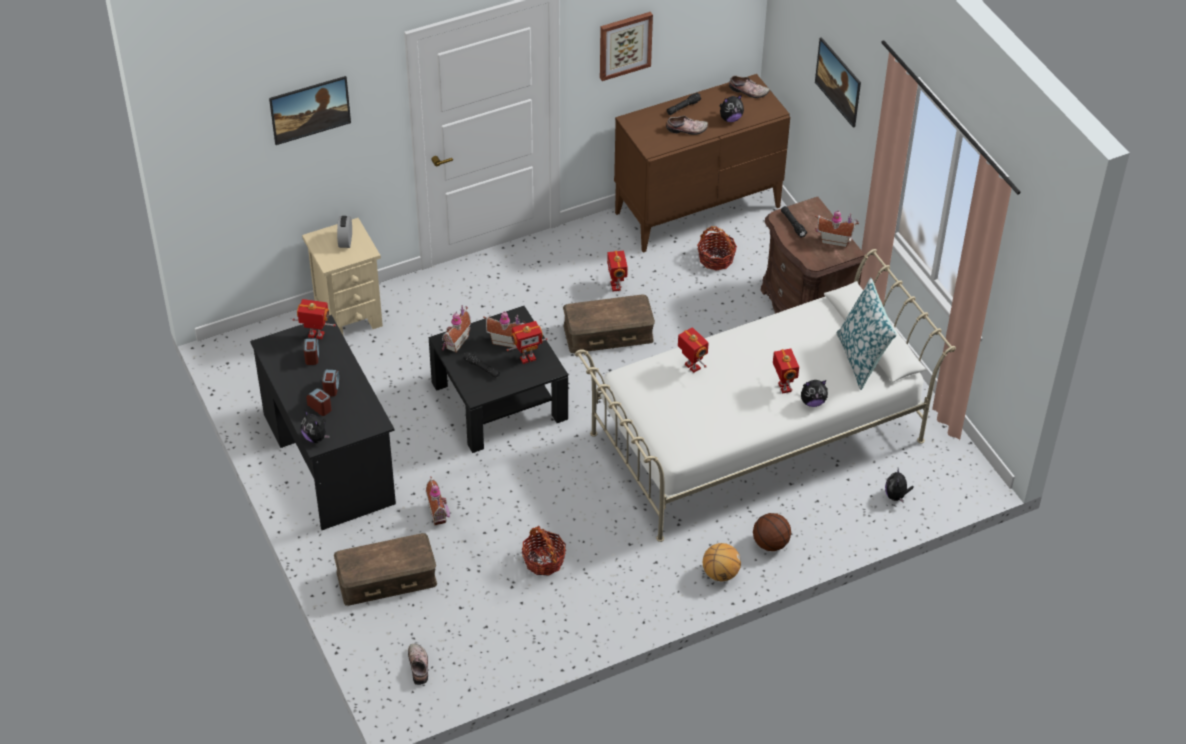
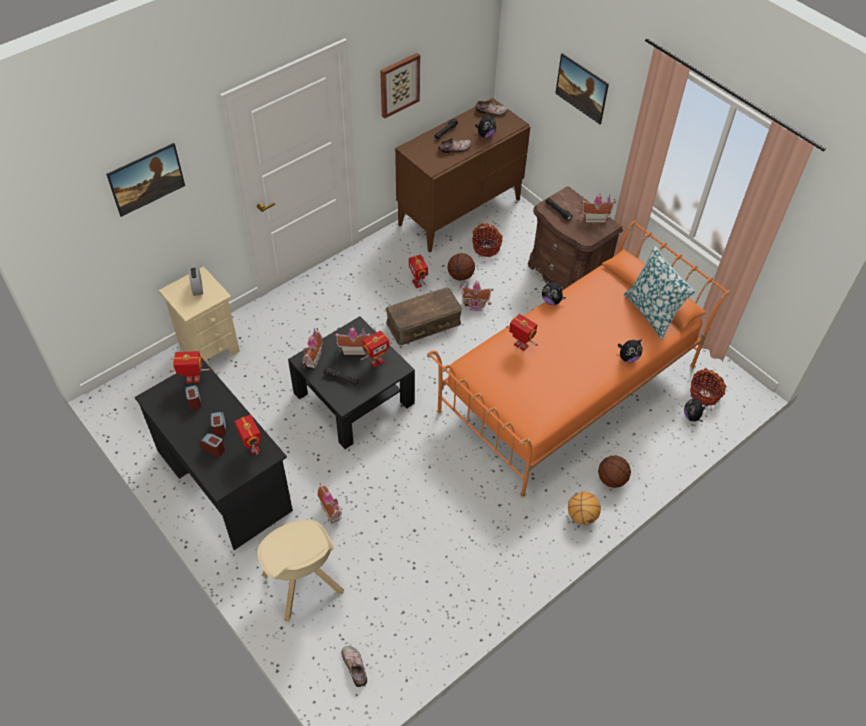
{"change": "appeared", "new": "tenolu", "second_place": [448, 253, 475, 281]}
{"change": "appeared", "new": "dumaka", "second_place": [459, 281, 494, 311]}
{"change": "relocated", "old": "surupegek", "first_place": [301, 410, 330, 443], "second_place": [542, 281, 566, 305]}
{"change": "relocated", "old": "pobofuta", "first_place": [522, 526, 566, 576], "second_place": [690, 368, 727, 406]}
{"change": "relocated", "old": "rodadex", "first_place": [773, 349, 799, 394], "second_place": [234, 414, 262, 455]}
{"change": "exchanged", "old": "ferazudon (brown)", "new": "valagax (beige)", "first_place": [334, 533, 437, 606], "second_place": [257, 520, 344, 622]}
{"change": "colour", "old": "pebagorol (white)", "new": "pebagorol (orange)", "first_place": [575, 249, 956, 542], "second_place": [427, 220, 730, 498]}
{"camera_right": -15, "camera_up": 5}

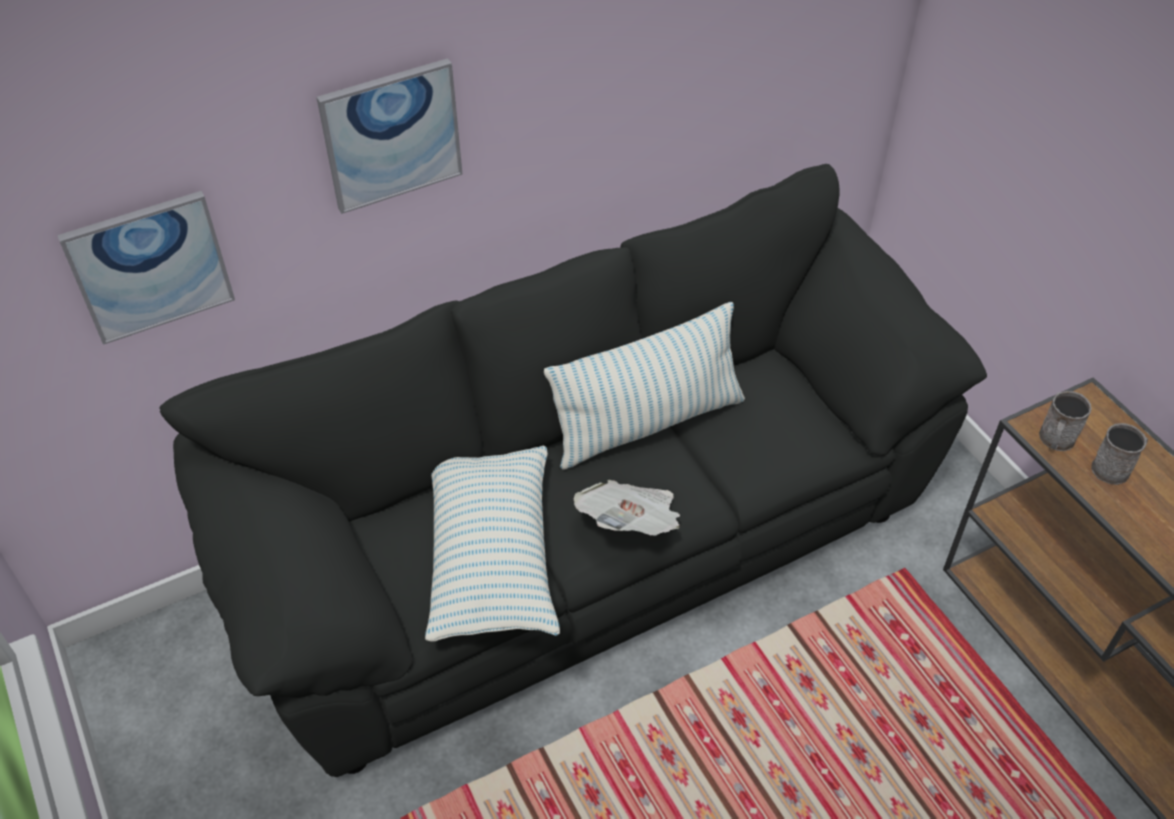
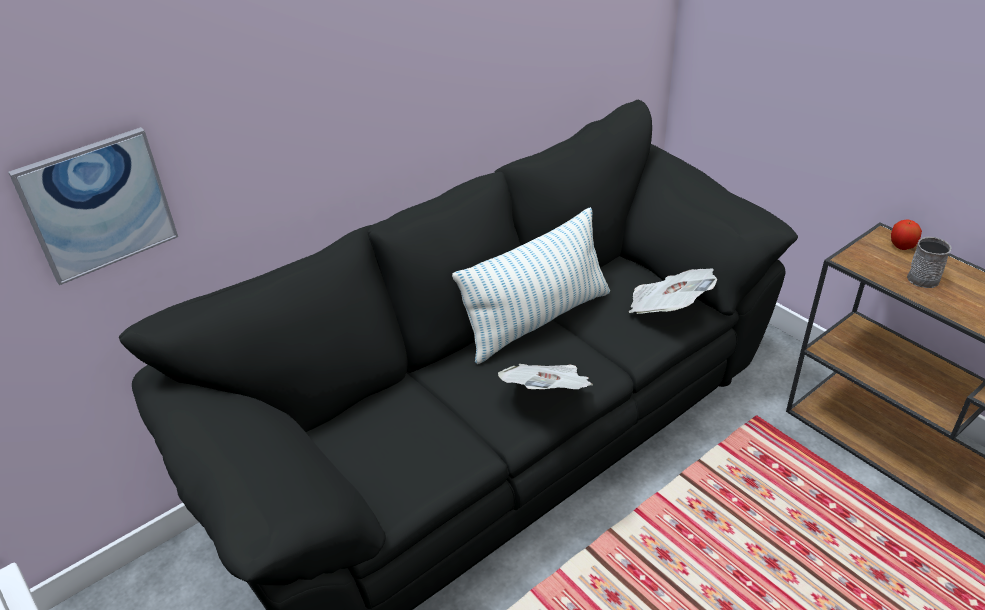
{"change": "missing", "old": "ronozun", "first_place": [316, 58, 462, 214]}
{"change": "missing", "old": "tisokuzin", "first_place": [425, 446, 560, 641]}
{"change": "missing", "old": "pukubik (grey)", "first_place": [1039, 391, 1092, 451]}
{"change": "appeared", "new": "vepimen", "second_place": [629, 268, 717, 314]}
{"change": "appeared", "new": "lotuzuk", "second_place": [891, 220, 922, 250]}
{"camera_right": -10, "camera_up": -10}

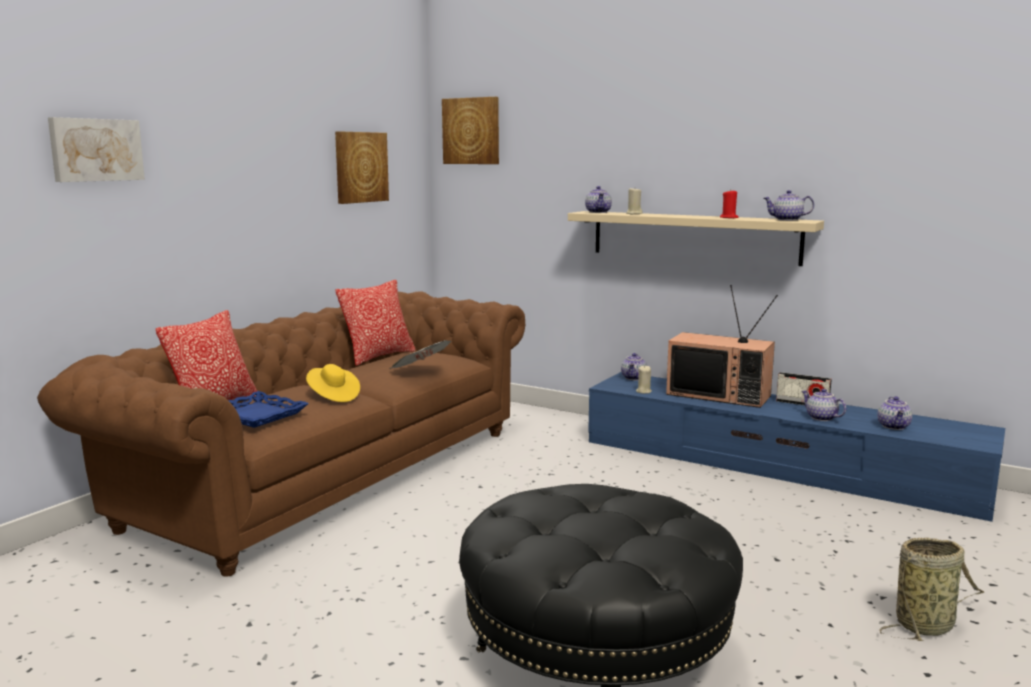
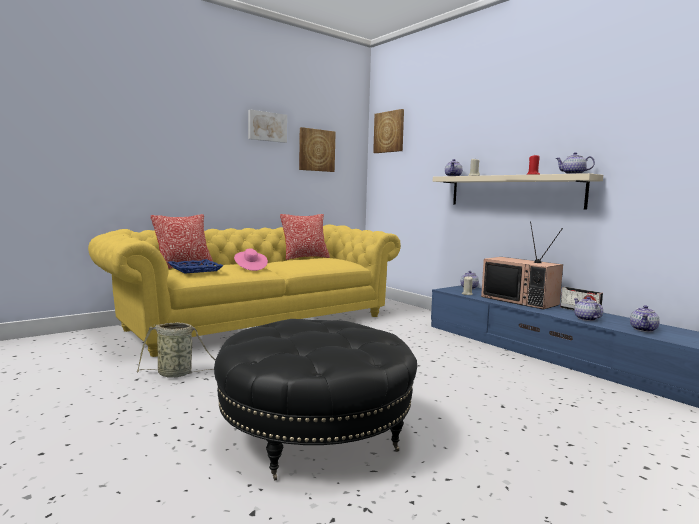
{"change": "missing", "old": "vepimen", "first_place": [389, 340, 452, 369]}
{"change": "relocated", "old": "ronozun", "first_place": [48, 117, 145, 182], "second_place": [248, 110, 287, 143]}
{"change": "relocated", "old": "pobofuta", "first_place": [879, 538, 985, 641], "second_place": [137, 322, 216, 377]}
{"change": "colour", "old": "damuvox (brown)", "new": "damuvox (yellow)", "first_place": [37, 292, 525, 577], "second_place": [88, 225, 401, 357]}
{"change": "colour", "old": "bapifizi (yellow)", "new": "bapifizi (pink)", "first_place": [306, 364, 360, 402], "second_place": [234, 249, 268, 271]}
{"camera_right": 20, "camera_up": -5}

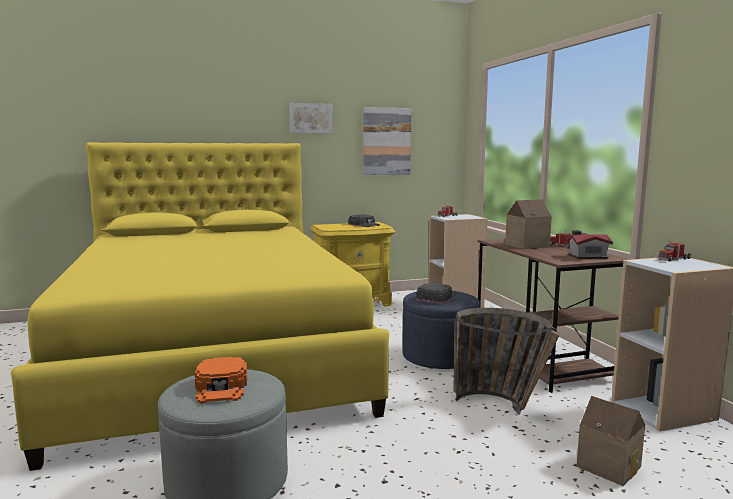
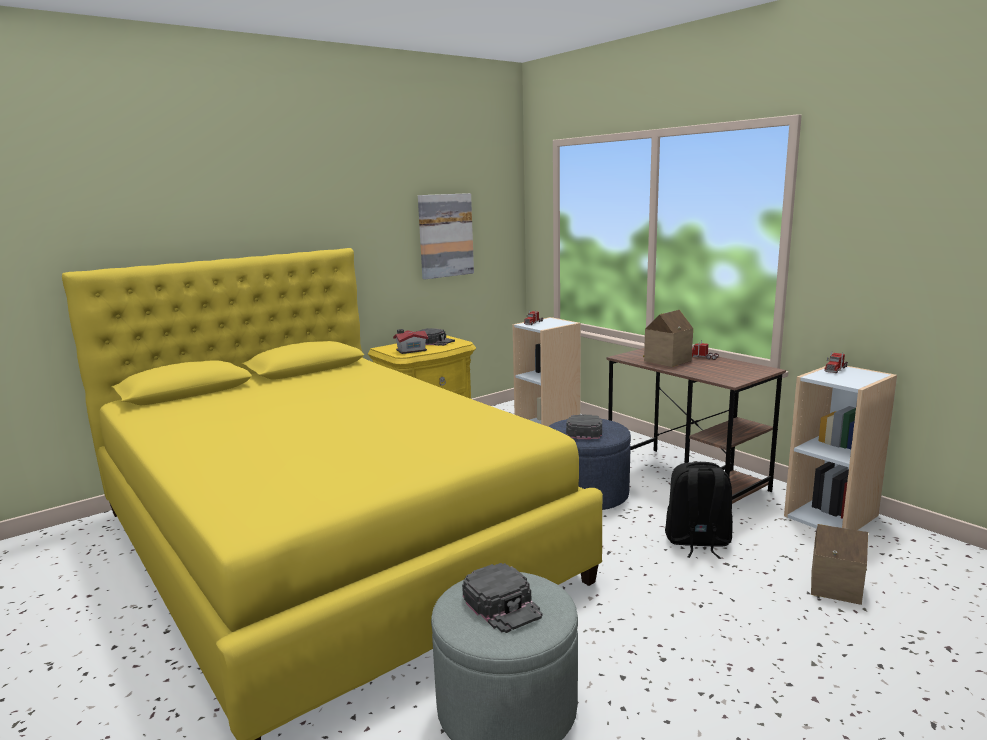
{"change": "missing", "old": "ronozun", "first_place": [289, 103, 333, 133]}
{"change": "relocated", "old": "dumaka", "first_place": [566, 230, 613, 259], "second_place": [393, 329, 428, 354]}
{"change": "exchanged", "old": "pobofuta", "new": "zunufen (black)", "first_place": [454, 308, 559, 415], "second_place": [665, 462, 733, 559]}
{"change": "colour", "old": "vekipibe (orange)", "new": "vekipibe (black)", "first_place": [195, 357, 247, 404], "second_place": [462, 563, 543, 633]}
{"camera_right": -20, "camera_up": 5}

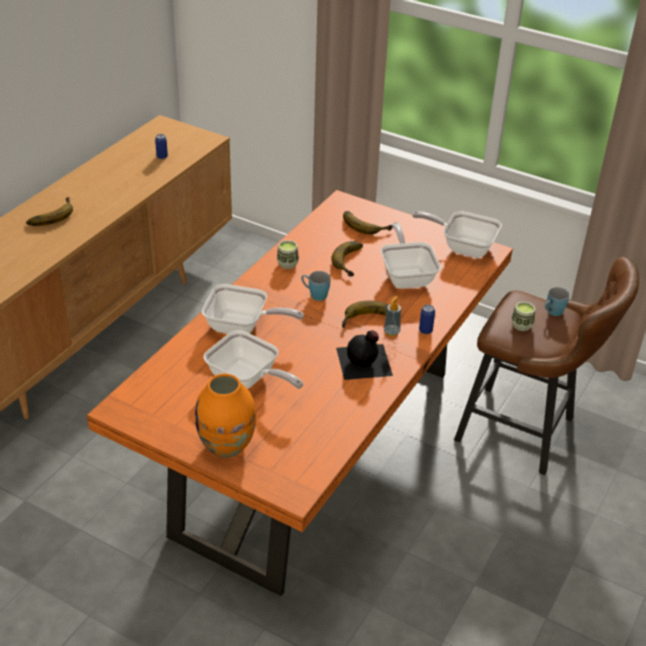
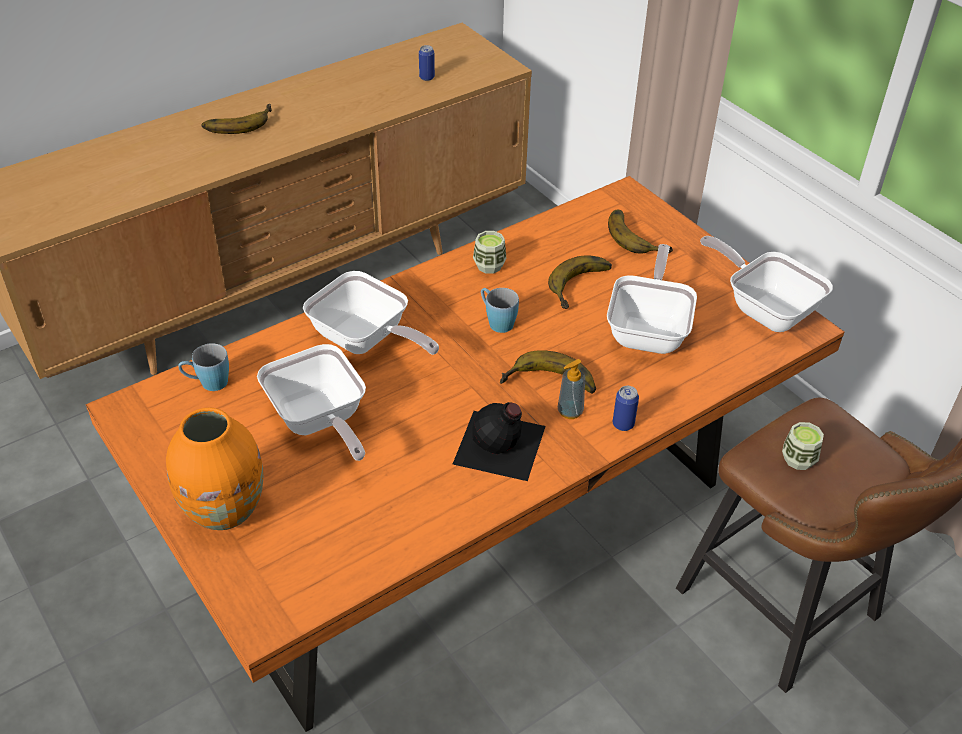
{"change": "relocated", "old": "pukubik (blue)", "first_place": [545, 287, 569, 316], "second_place": [178, 343, 229, 391]}
{"camera_right": 25, "camera_up": 5}

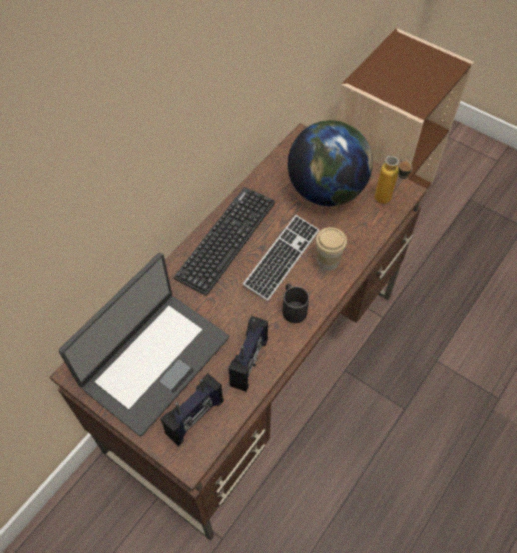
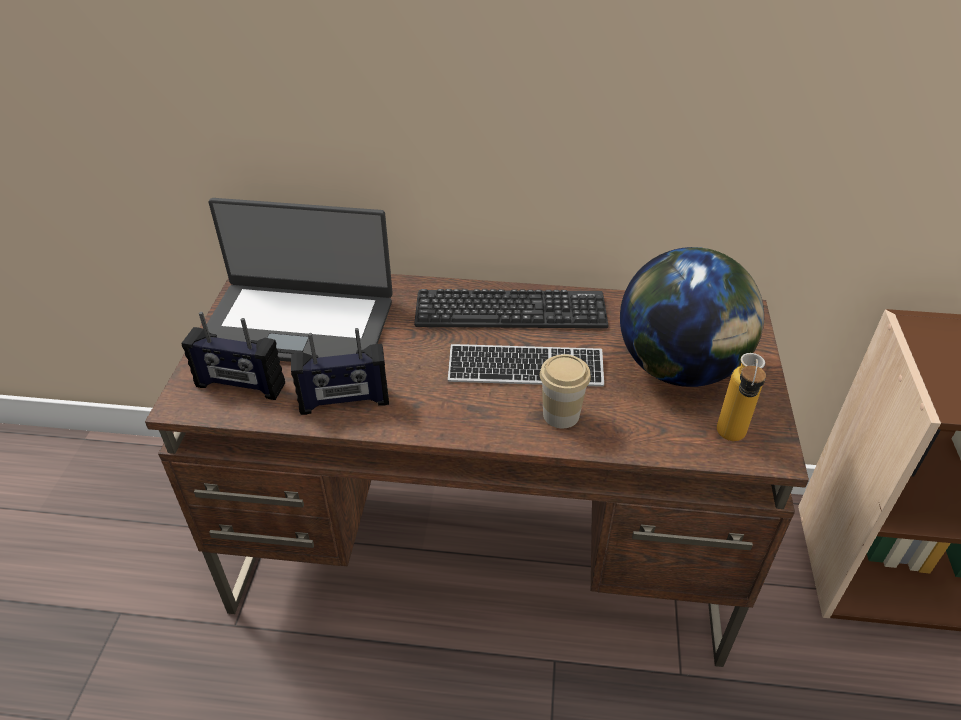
{"change": "missing", "old": "pukubik (black)", "first_place": [283, 283, 309, 323]}
{"camera_right": 60, "camera_up": -15}

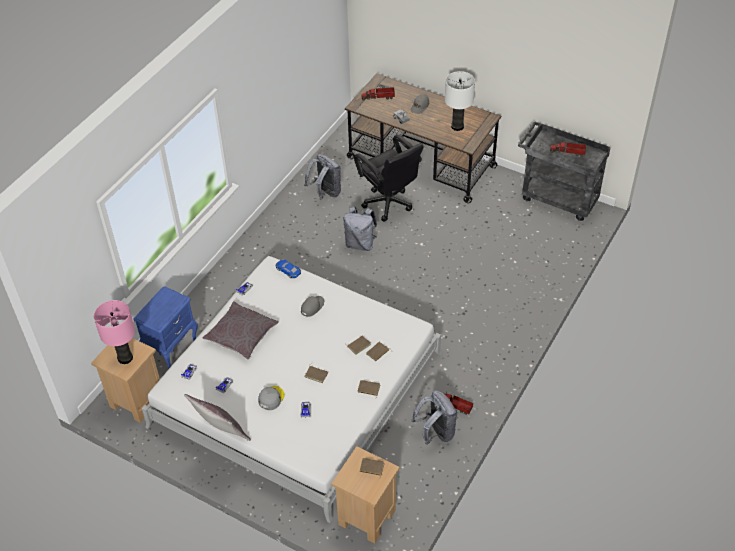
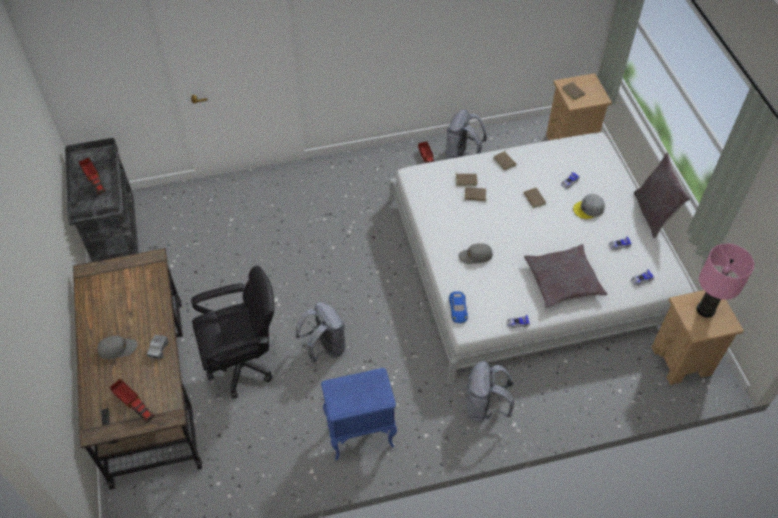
{"change": "missing", "old": "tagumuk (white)", "first_place": [445, 71, 475, 131]}
{"change": "relocated", "old": "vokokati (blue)", "first_place": [133, 286, 198, 369], "second_place": [321, 368, 397, 460]}
{"change": "relocated", "old": "zunufen (grey)", "first_place": [304, 154, 341, 199], "second_place": [466, 361, 514, 422]}
{"change": "spun", "old": "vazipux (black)", "first_place": [354, 135, 423, 222], "second_place": [191, 265, 274, 399], "degrees": 60}
{"camera_right": -135, "camera_up": 5}

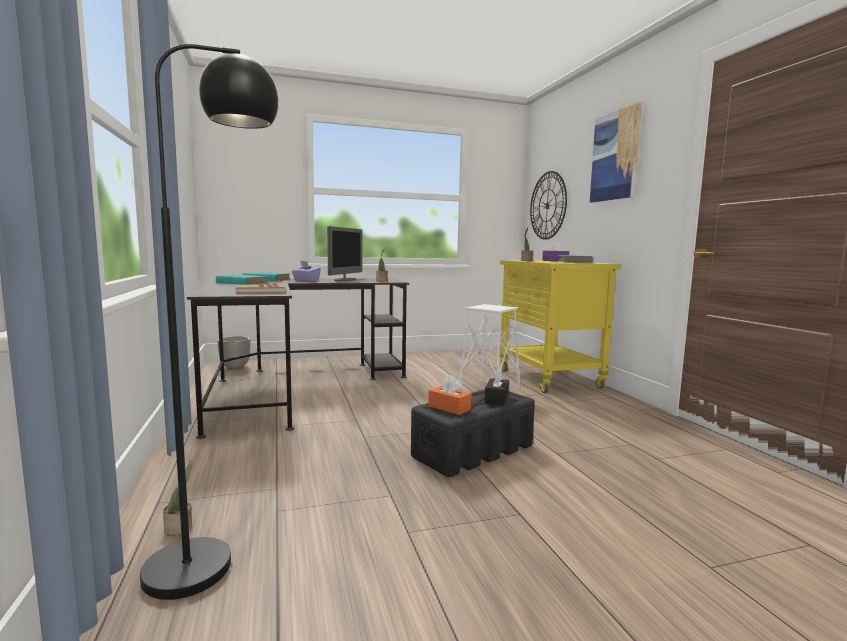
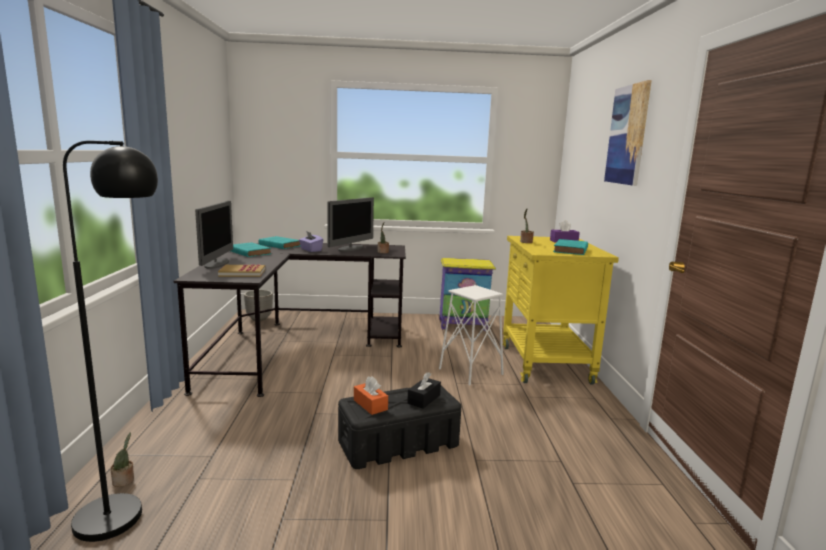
{"change": "missing", "old": "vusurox", "first_place": [530, 171, 567, 240]}
{"change": "appeared", "new": "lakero", "second_place": [195, 201, 233, 269]}
{"change": "appeared", "new": "vokokati", "second_place": [439, 258, 496, 331]}
{"camera_right": 15, "camera_up": 5}

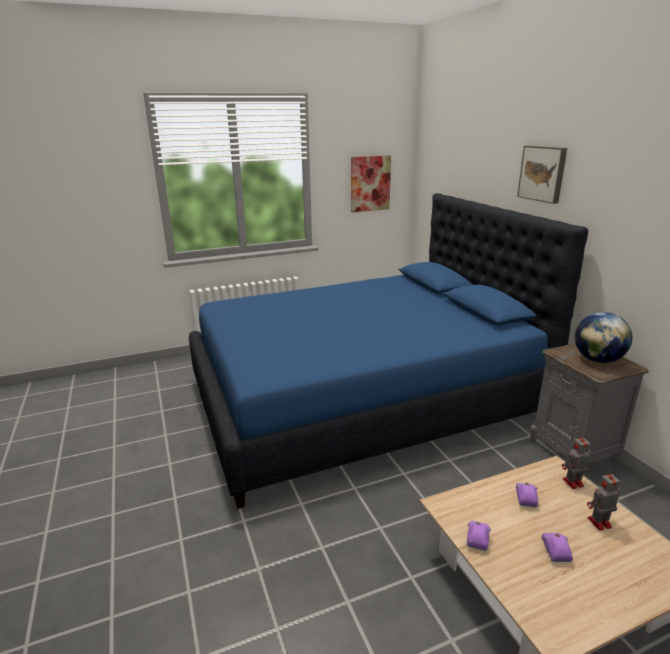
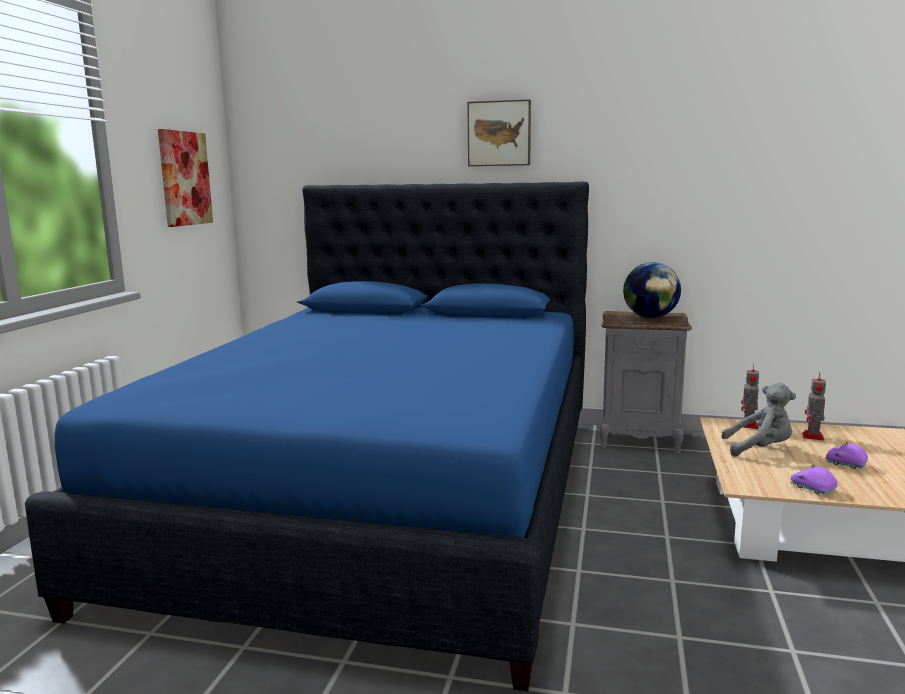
{"change": "exchanged", "old": "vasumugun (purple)", "new": "surupegek (grey)", "first_place": [516, 482, 539, 507], "second_place": [721, 383, 796, 457]}
{"camera_right": -55, "camera_up": -10}

